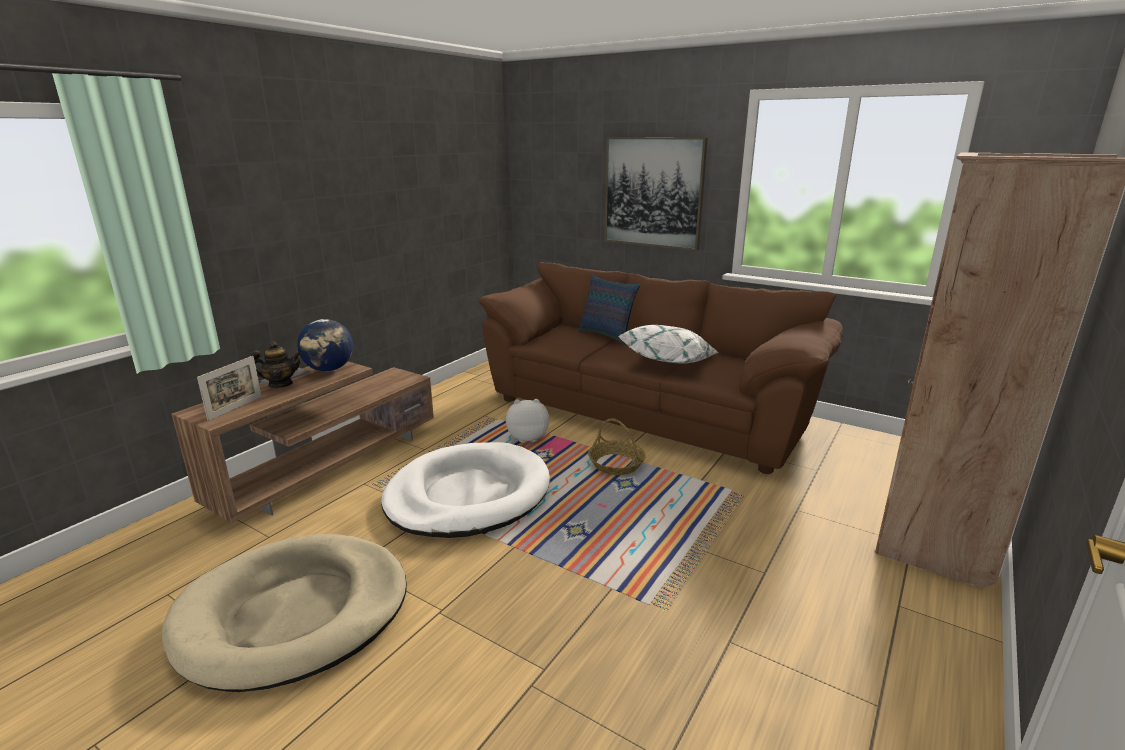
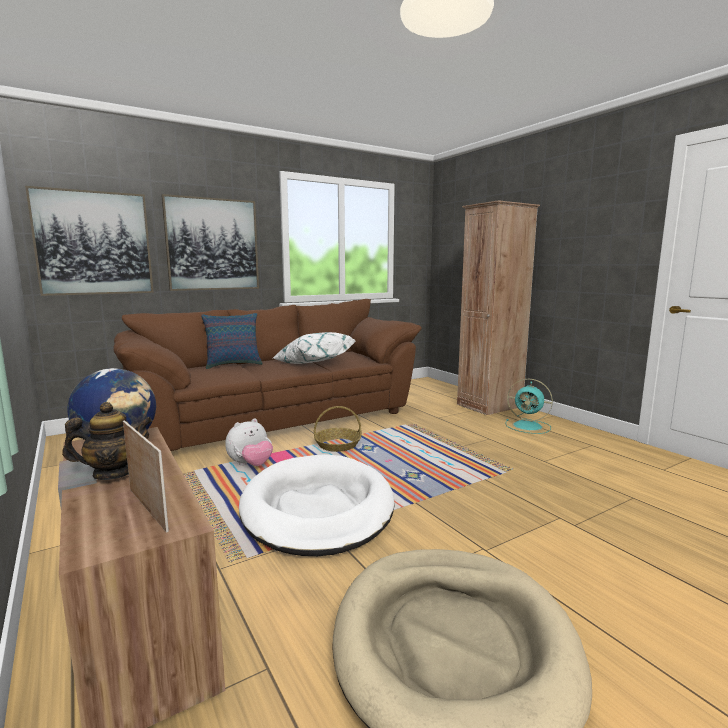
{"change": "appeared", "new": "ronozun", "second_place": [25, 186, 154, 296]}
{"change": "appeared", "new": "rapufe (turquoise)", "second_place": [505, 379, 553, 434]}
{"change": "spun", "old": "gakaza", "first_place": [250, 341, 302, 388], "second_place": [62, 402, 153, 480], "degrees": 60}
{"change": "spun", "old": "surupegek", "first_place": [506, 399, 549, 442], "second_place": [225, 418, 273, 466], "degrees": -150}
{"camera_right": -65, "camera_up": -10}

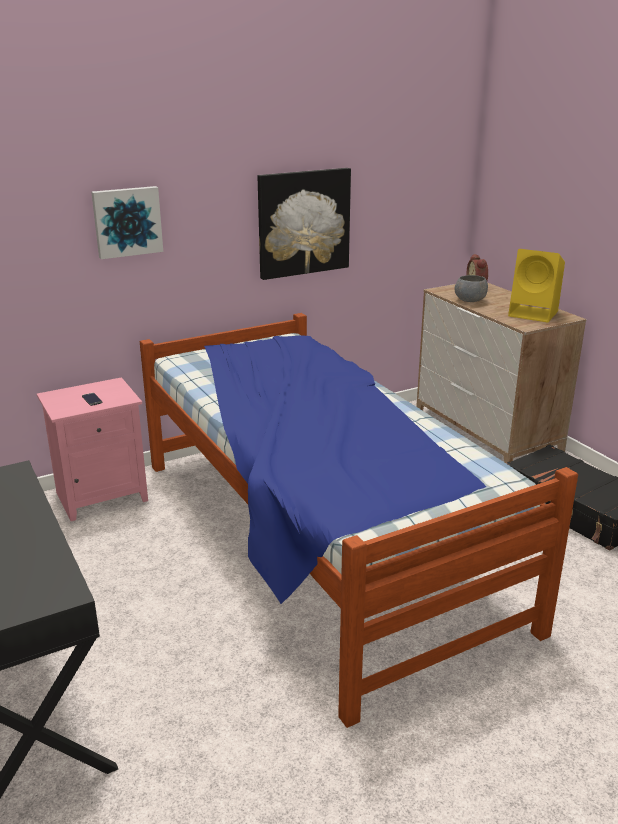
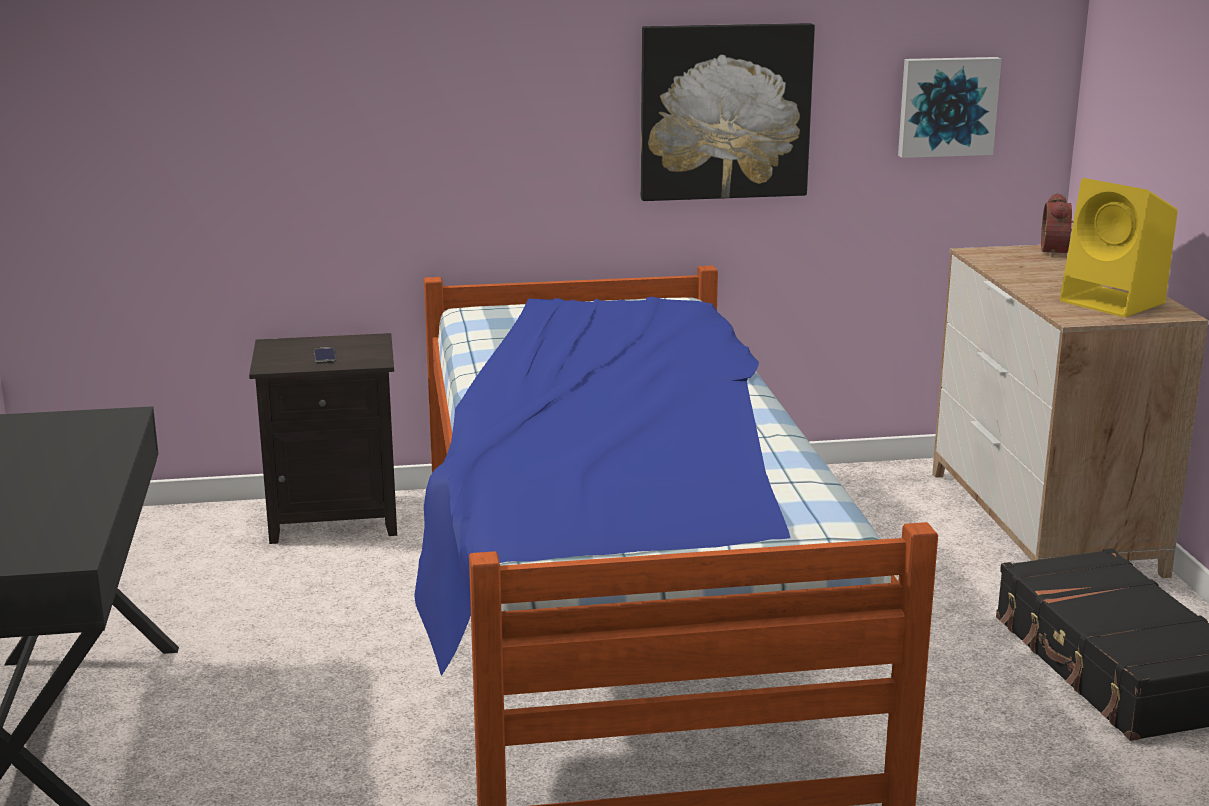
{"change": "missing", "old": "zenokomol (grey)", "first_place": [455, 275, 488, 302]}
{"change": "relocated", "old": "ronozun", "first_place": [91, 186, 163, 259], "second_place": [898, 57, 1002, 158]}
{"change": "colour", "old": "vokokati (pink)", "new": "vokokati (black)", "first_place": [37, 377, 148, 521], "second_place": [249, 333, 397, 544]}
{"camera_right": 20, "camera_up": -5}

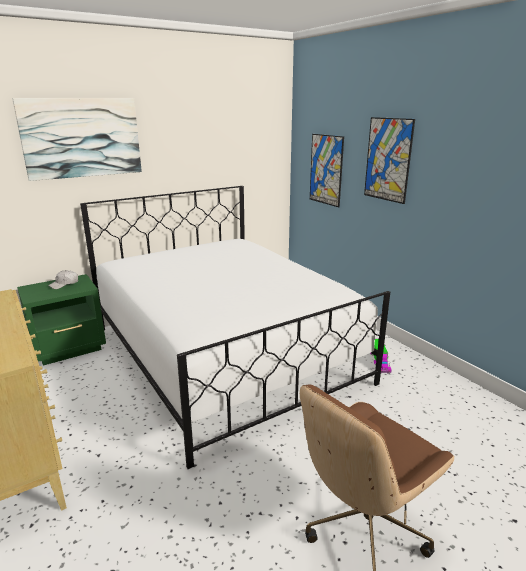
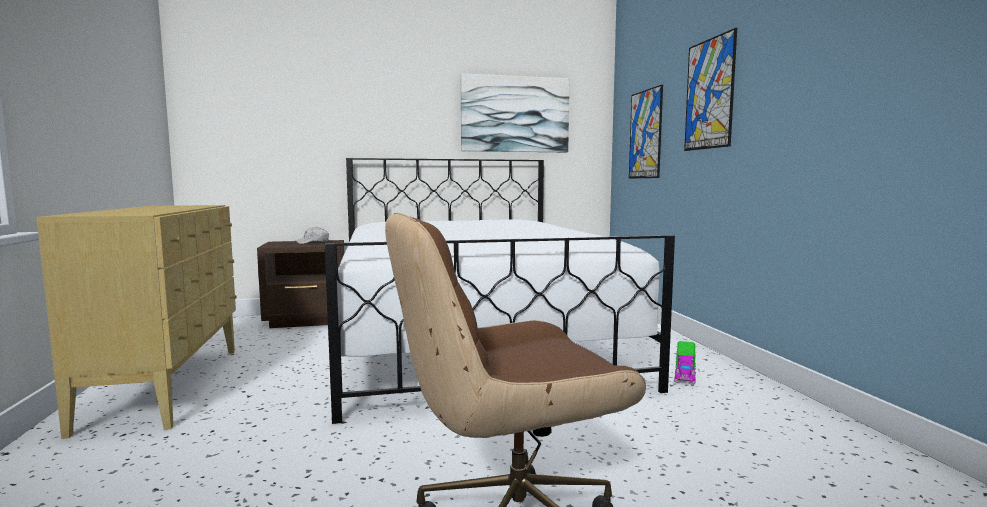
{"change": "relocated", "old": "ronozun", "first_place": [12, 98, 142, 181], "second_place": [461, 73, 569, 153]}
{"change": "colour", "old": "vokokati (green)", "new": "vokokati (brown)", "first_place": [17, 274, 106, 366], "second_place": [257, 240, 344, 328]}
{"camera_right": 20, "camera_up": -15}

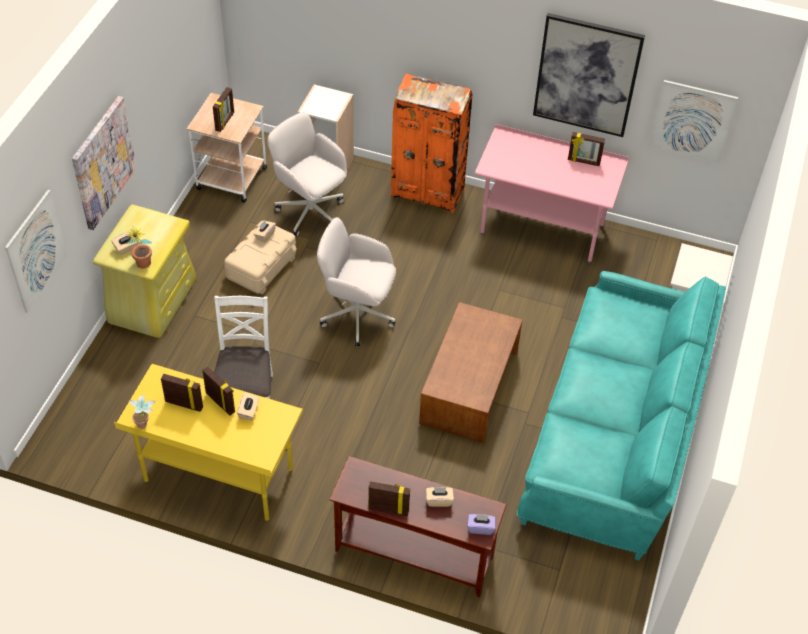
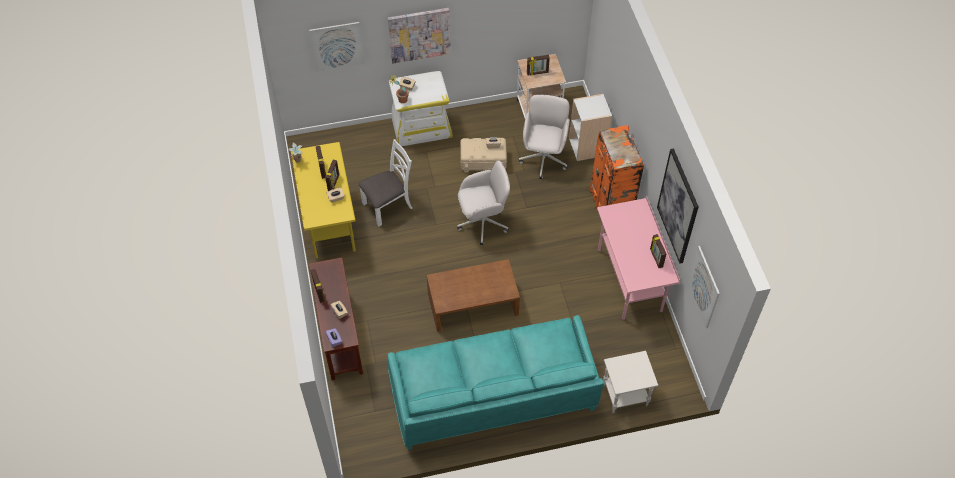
{"change": "colour", "old": "vokokati (yellow)", "new": "vokokati (white)", "first_place": [93, 205, 196, 338], "second_place": [389, 71, 453, 146]}
{"change": "spun", "old": "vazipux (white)", "first_place": [317, 217, 396, 346], "second_place": [457, 160, 510, 245], "degrees": 90}
{"camera_right": 60, "camera_up": 5}

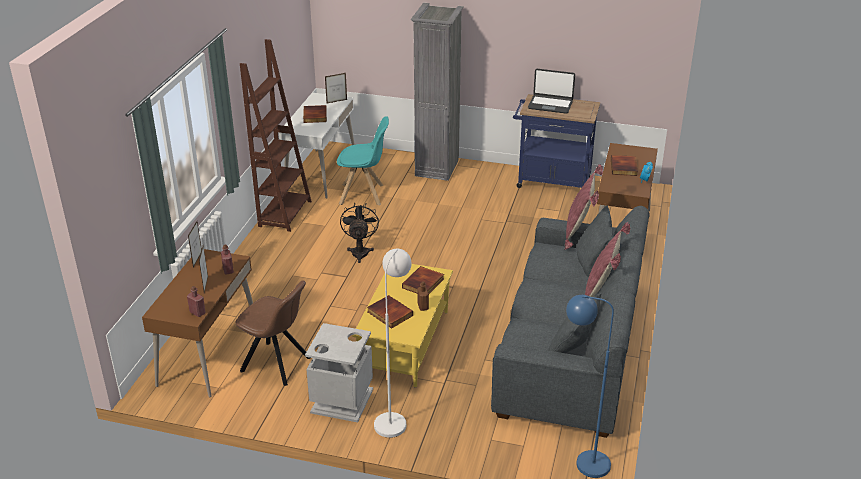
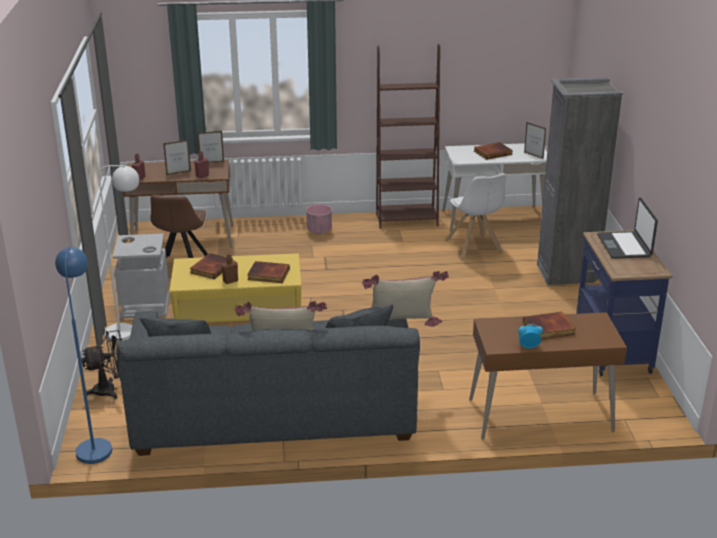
{"change": "appeared", "new": "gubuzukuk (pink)", "second_place": [306, 204, 332, 234]}
{"change": "relocated", "old": "rapufe (black)", "first_place": [340, 202, 379, 263], "second_place": [81, 330, 122, 399]}
{"change": "colour", "old": "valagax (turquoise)", "new": "valagax (white)", "first_place": [337, 116, 389, 206], "second_place": [445, 173, 506, 259]}
{"camera_right": 70, "camera_up": -5}

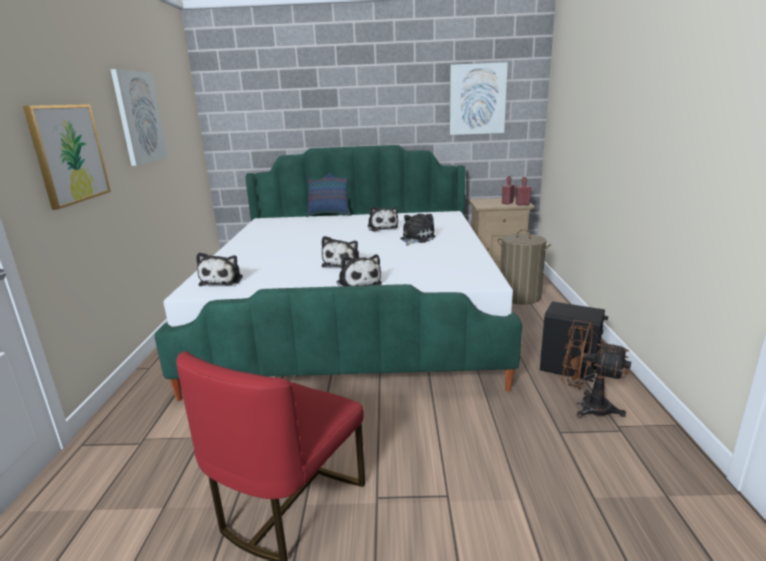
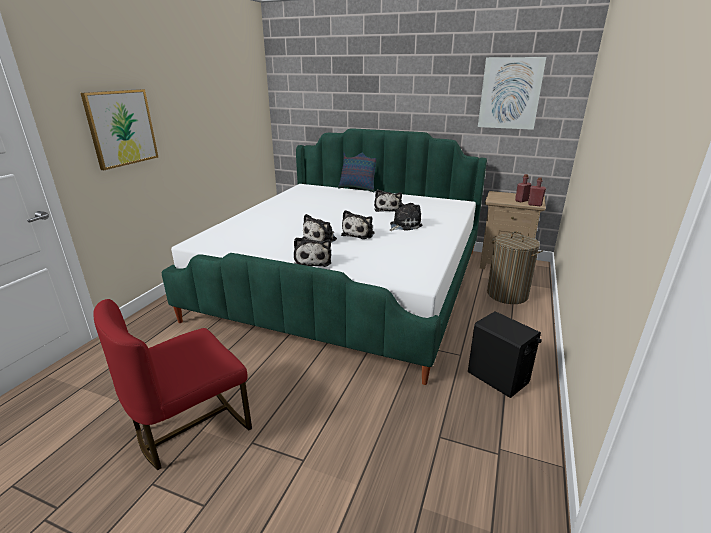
{"change": "missing", "old": "ronozun", "first_place": [110, 69, 168, 166]}
{"change": "missing", "old": "rapufe (brown)", "first_place": [561, 320, 631, 418]}
{"change": "relocated", "old": "surupegek", "first_place": [196, 252, 243, 286], "second_place": [341, 210, 375, 239]}
{"camera_right": 20, "camera_up": 5}

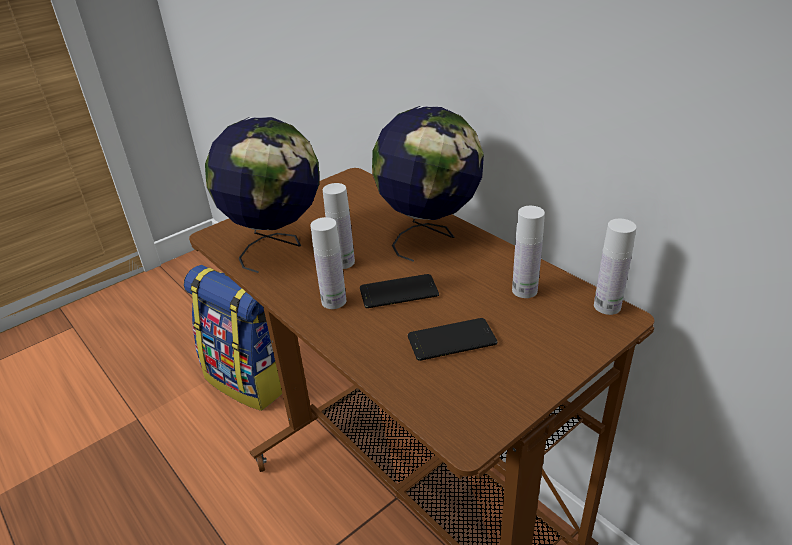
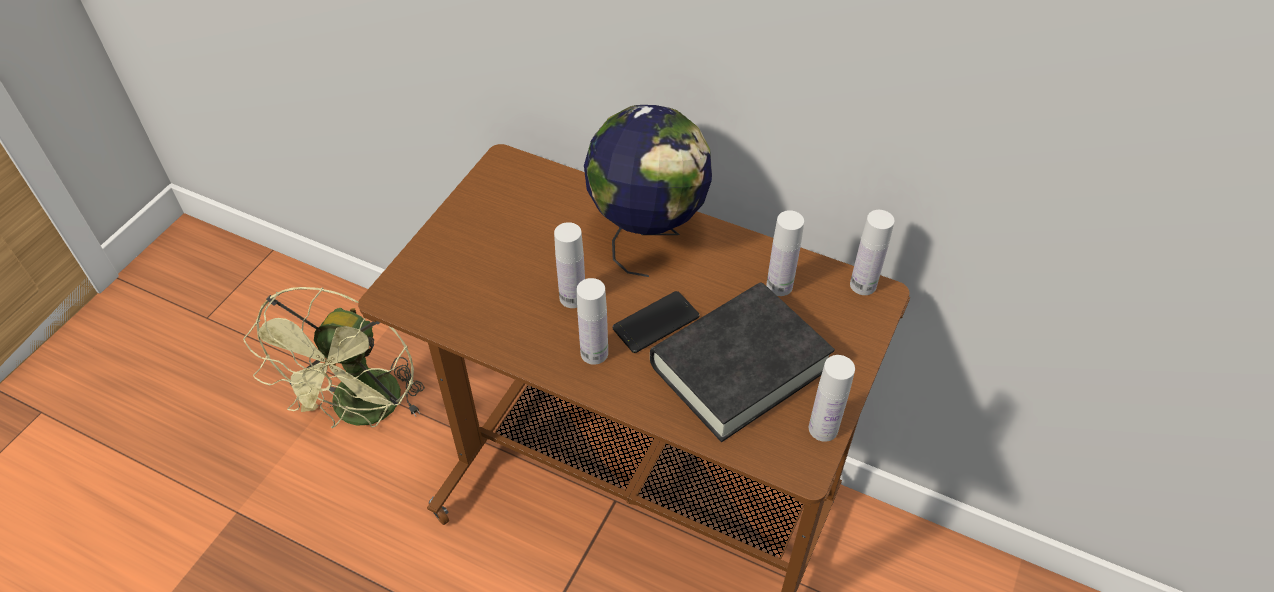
{"change": "missing", "old": "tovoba", "first_place": [205, 117, 319, 273]}
{"change": "appeared", "new": "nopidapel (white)", "second_place": [809, 355, 855, 442]}
{"change": "exchanged", "old": "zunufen", "new": "rapufe (green)", "first_place": [184, 265, 282, 411], "second_place": [243, 287, 425, 428]}
{"change": "exchanged", "old": "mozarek", "new": "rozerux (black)", "first_place": [408, 318, 497, 361], "second_place": [650, 283, 835, 442]}
{"camera_right": -25, "camera_up": 15}

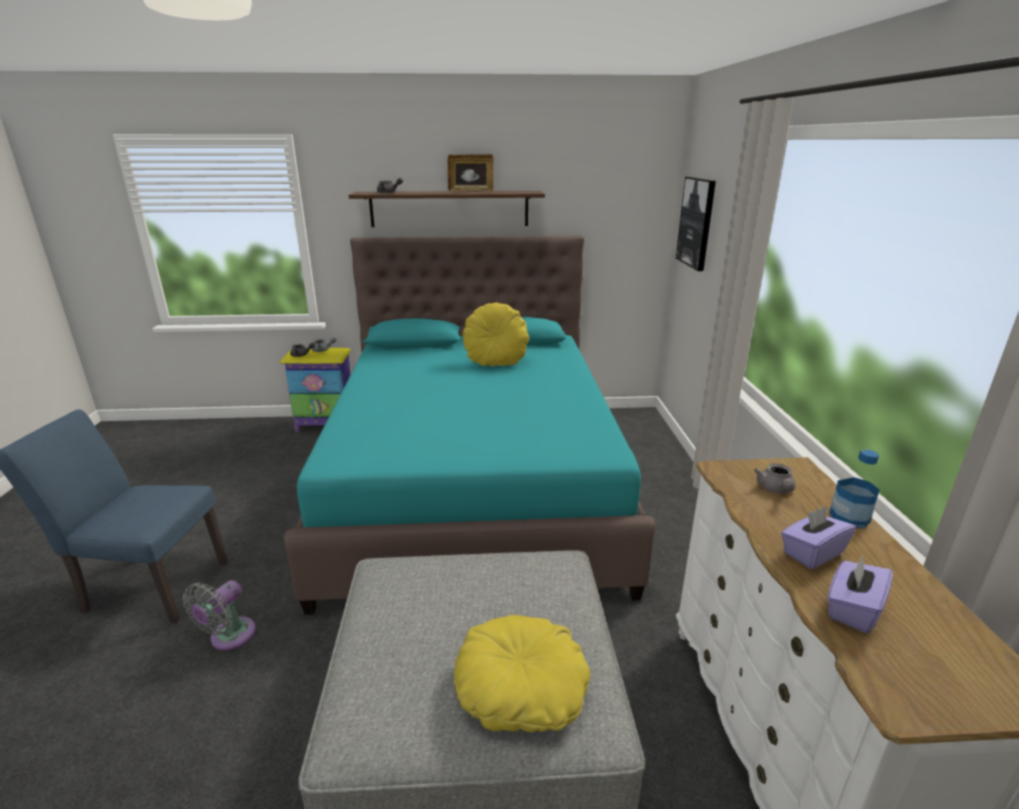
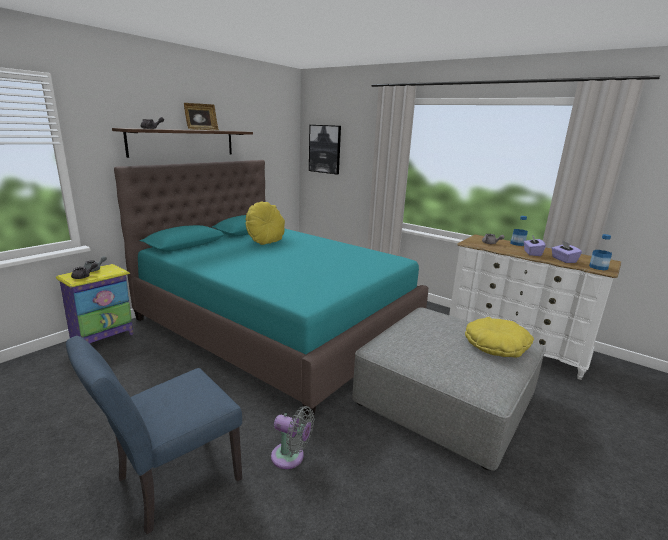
{"change": "appeared", "new": "nopidapel", "second_place": [589, 234, 612, 270]}
{"change": "spun", "old": "rapufe (grey)", "first_place": [183, 580, 256, 650], "second_place": [271, 406, 314, 469], "degrees": -45}
{"camera_right": -50, "camera_up": -5}

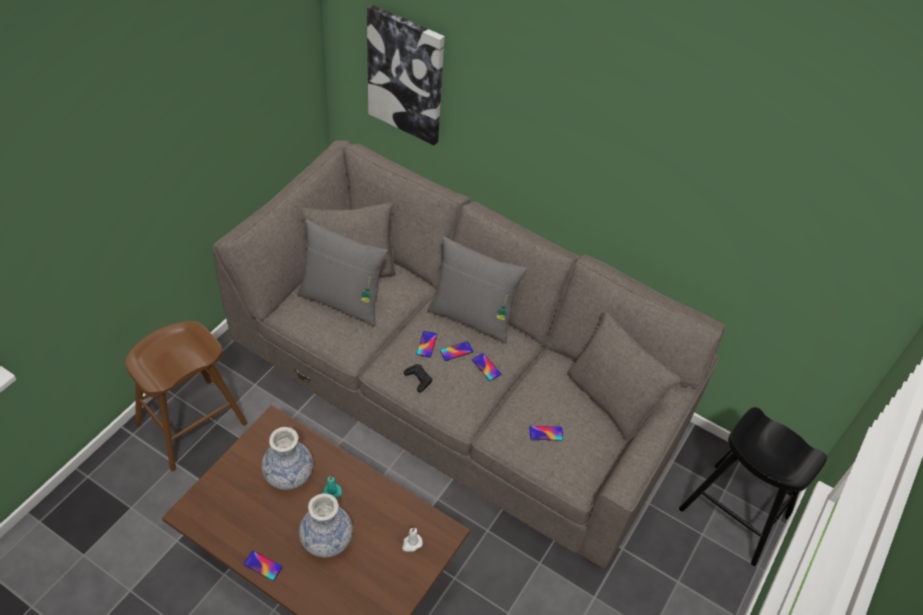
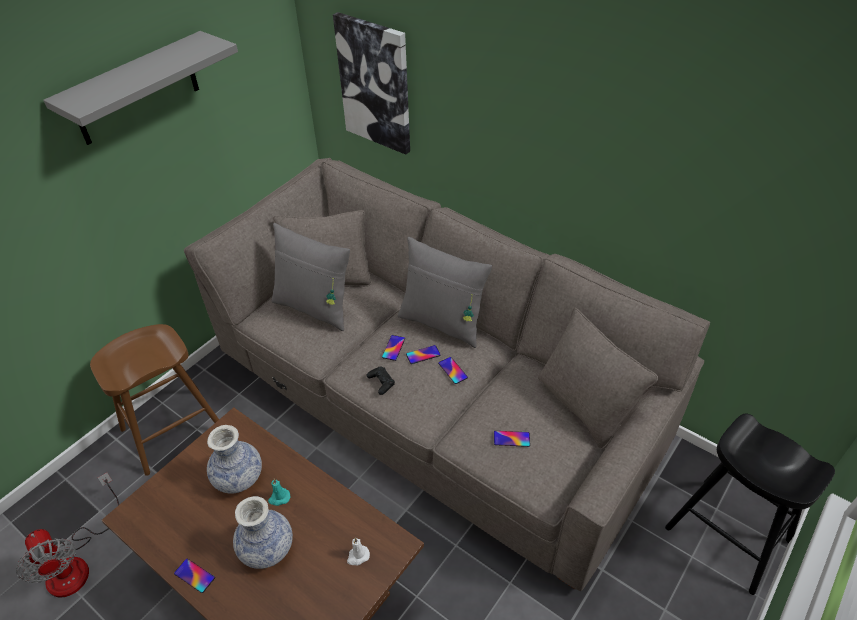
{"change": "appeared", "new": "rapufe", "second_place": [16, 473, 119, 598]}
{"change": "appeared", "new": "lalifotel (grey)", "second_place": [43, 31, 238, 145]}
{"camera_right": 10, "camera_up": -5}

